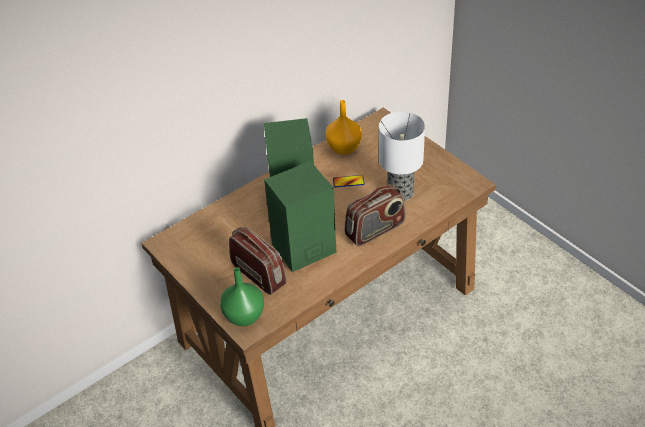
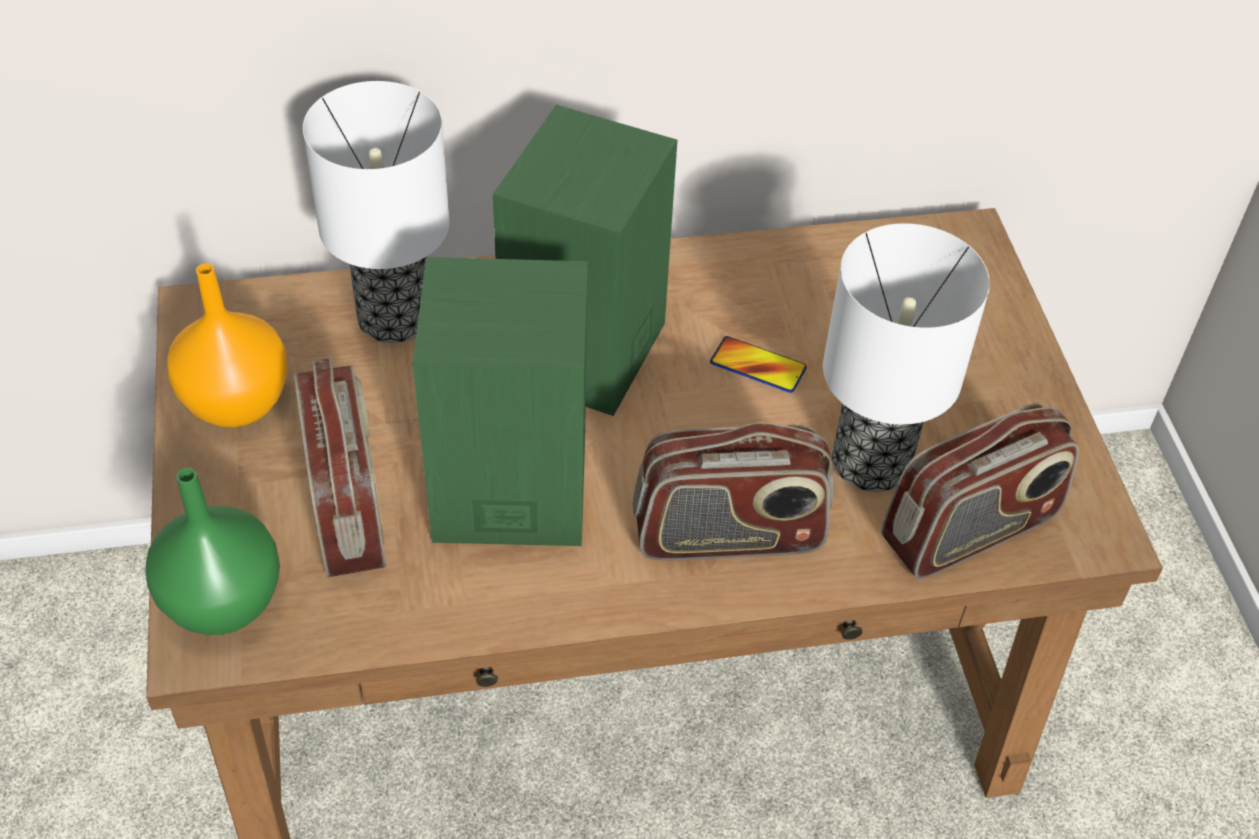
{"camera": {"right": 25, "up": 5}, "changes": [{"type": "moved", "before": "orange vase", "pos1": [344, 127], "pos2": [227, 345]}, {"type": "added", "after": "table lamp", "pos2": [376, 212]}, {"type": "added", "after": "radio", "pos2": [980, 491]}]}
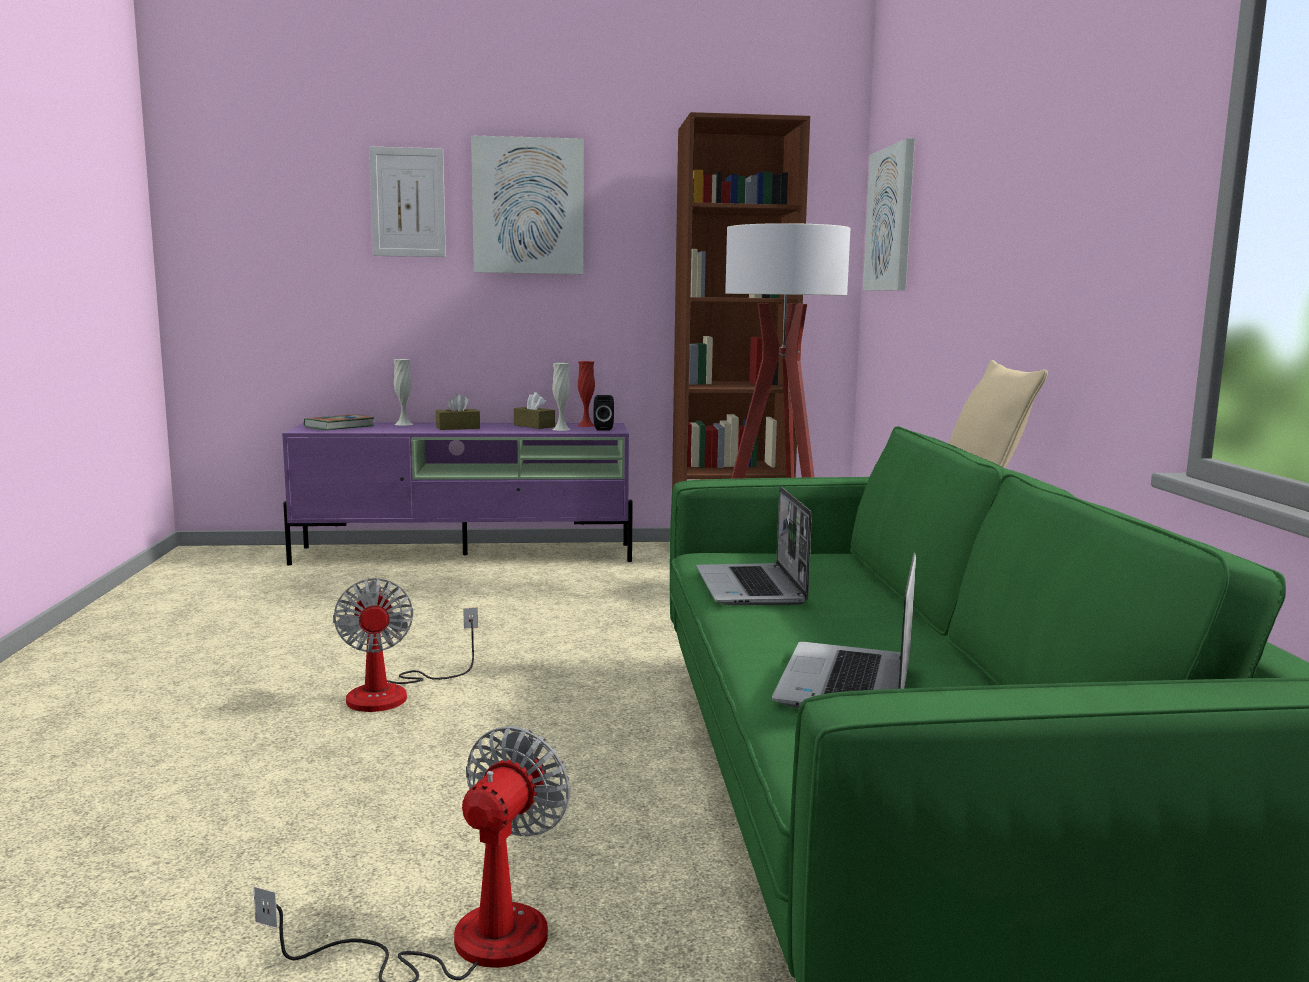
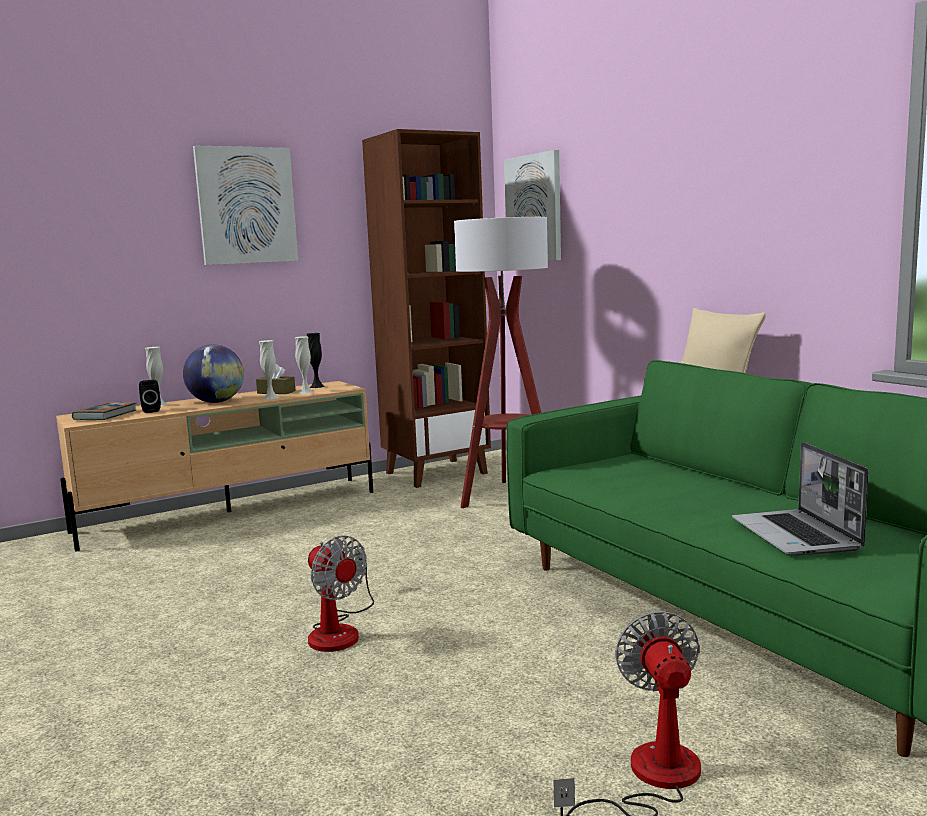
{"camera": {"right": -25, "up": 0}, "changes": [{"type": "removed", "before": "picture", "pos1": [407, 201]}, {"type": "recoloured", "before": "red vase", "after": "black vase", "pos1": [586, 394], "pos2": [316, 360]}, {"type": "replaced", "before": "brown tissue box", "after": "globe", "pos1": [458, 412], "pos2": [213, 374]}, {"type": "moved", "before": "black speaker", "pos1": [604, 413], "pos2": [150, 396]}, {"type": "recoloured", "before": "purple tv stand", "after": "beige tv stand", "pos1": [457, 493], "pos2": [214, 466]}, {"type": "removed", "before": "laptop", "pos1": [754, 545]}, {"type": "added", "after": "white vase", "pos2": [269, 369]}]}
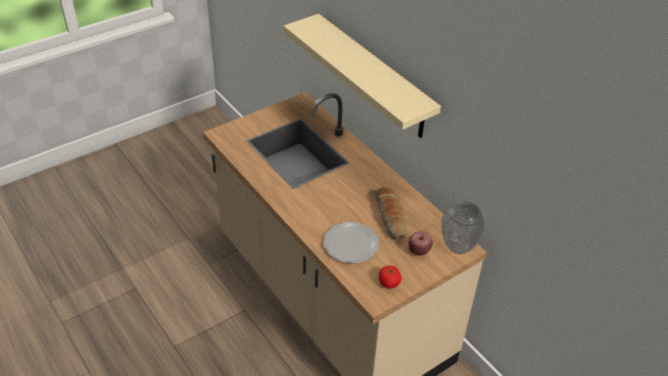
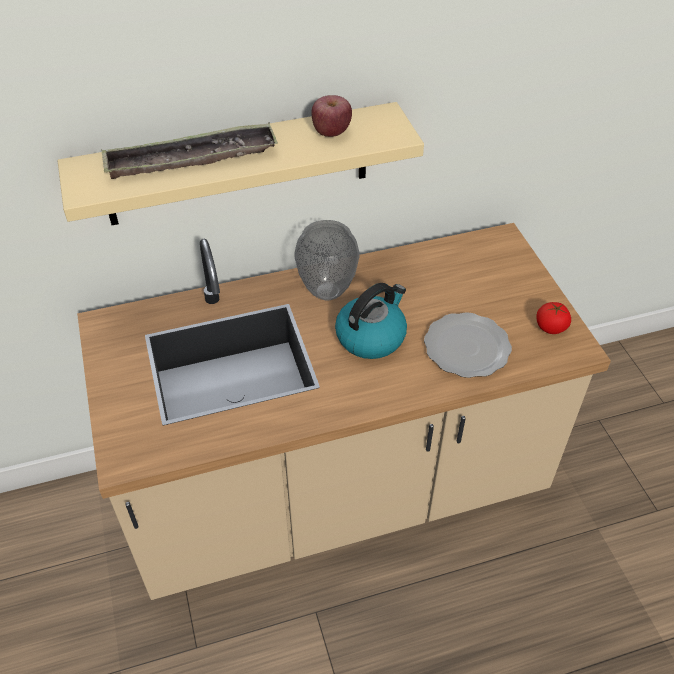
{"camera": {"right": -70, "up": 5}, "changes": [{"type": "removed", "before": "bread", "pos1": [391, 213]}, {"type": "moved", "before": "vase", "pos1": [463, 227], "pos2": [327, 260]}, {"type": "moved", "before": "apple", "pos1": [421, 243], "pos2": [331, 116]}, {"type": "added", "after": "tray", "pos2": [189, 150]}, {"type": "added", "after": "kettle", "pos2": [371, 321]}]}
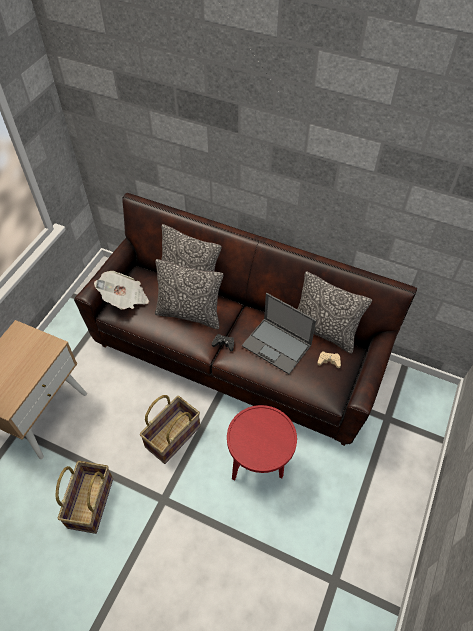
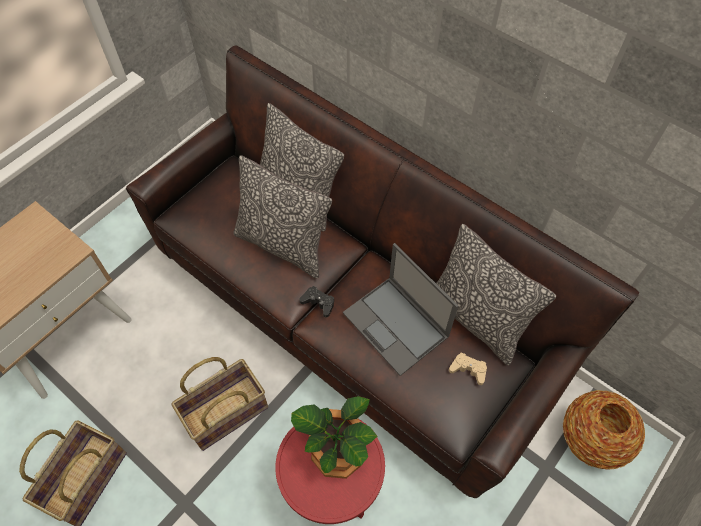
{"camera": {"right": 15, "up": 5}, "changes": [{"type": "removed", "before": "newspaper", "pos1": [121, 290]}, {"type": "added", "after": "vase", "pos2": [604, 430]}, {"type": "added", "after": "potted plant", "pos2": [334, 437]}]}
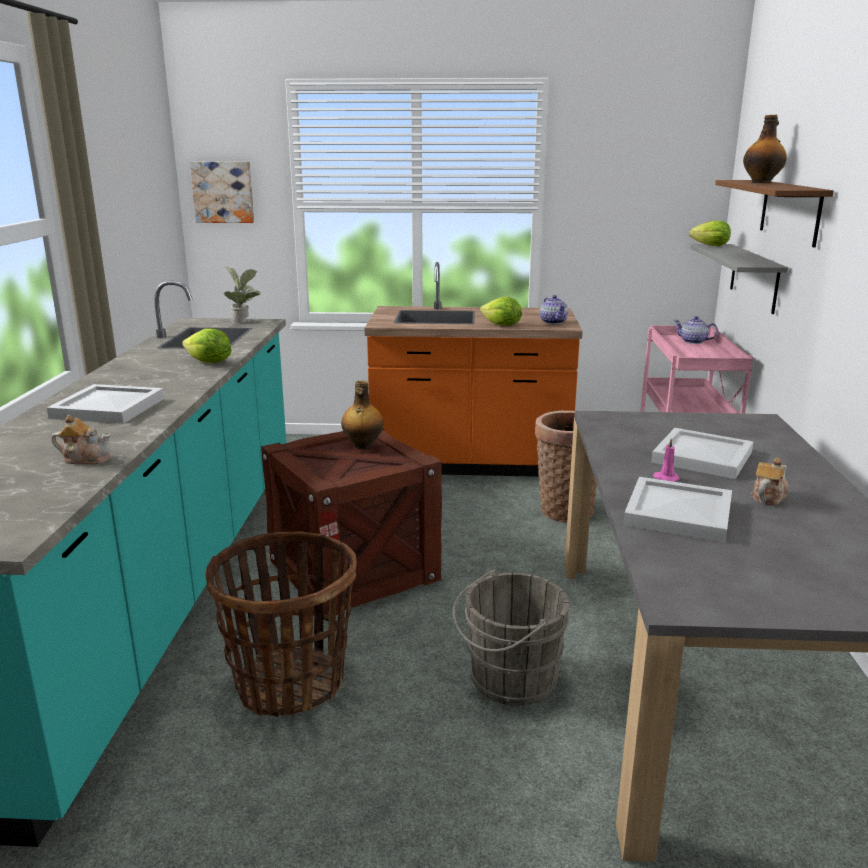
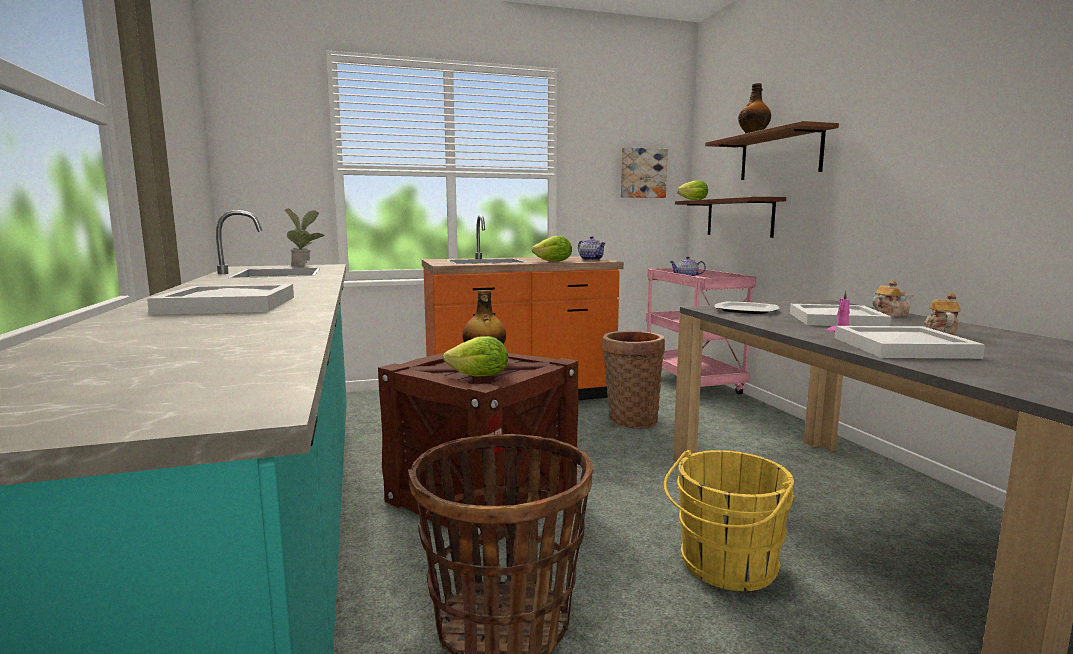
{"camera": {"right": -20, "up": -10}, "changes": [{"type": "moved", "before": "picture", "pos1": [222, 192], "pos2": [644, 172]}, {"type": "recoloured", "before": "grey shelf", "after": "brown shelf", "pos1": [739, 279], "pos2": [730, 217]}, {"type": "moved", "before": "lettuce", "pos1": [206, 345], "pos2": [475, 356]}, {"type": "moved", "before": "teapot", "pos1": [81, 439], "pos2": [892, 298]}, {"type": "recoloured", "before": "grey bucket", "after": "yellow bucket", "pos1": [511, 638], "pos2": [729, 520]}, {"type": "added", "after": "plate", "pos2": [747, 308]}]}
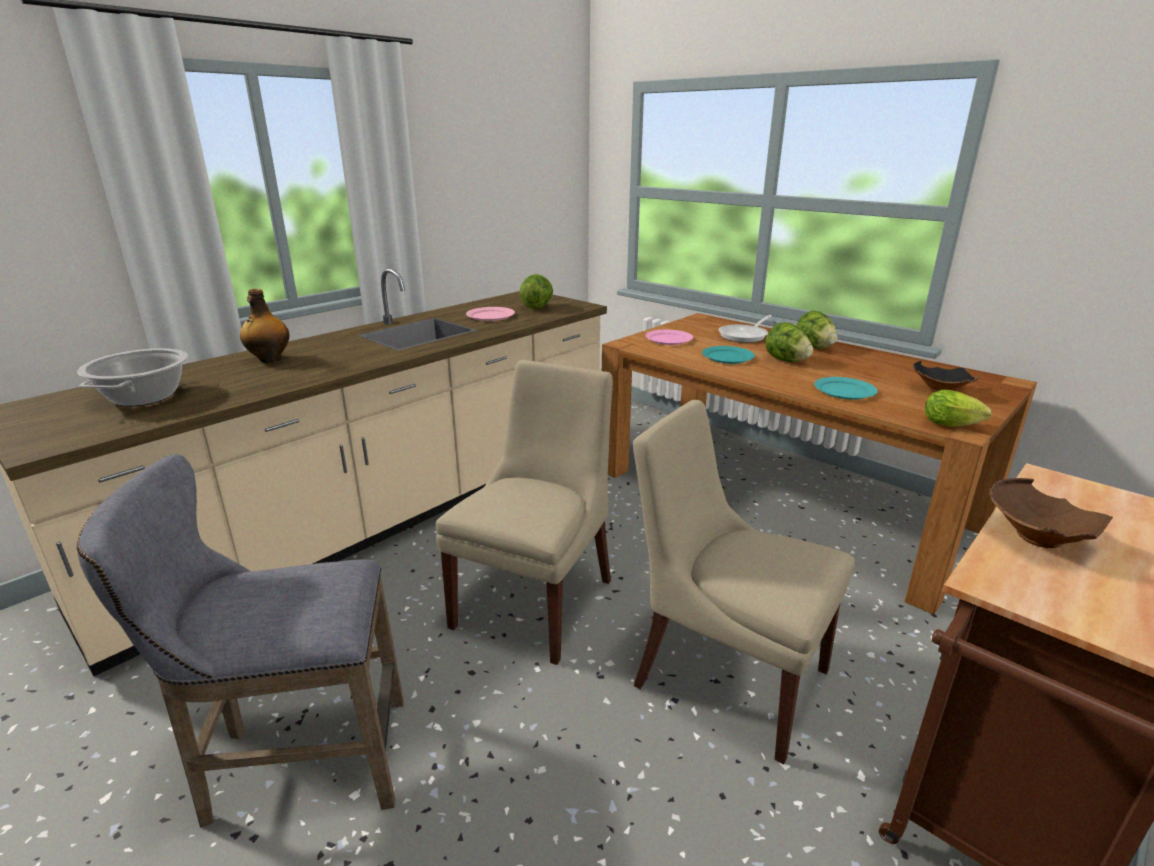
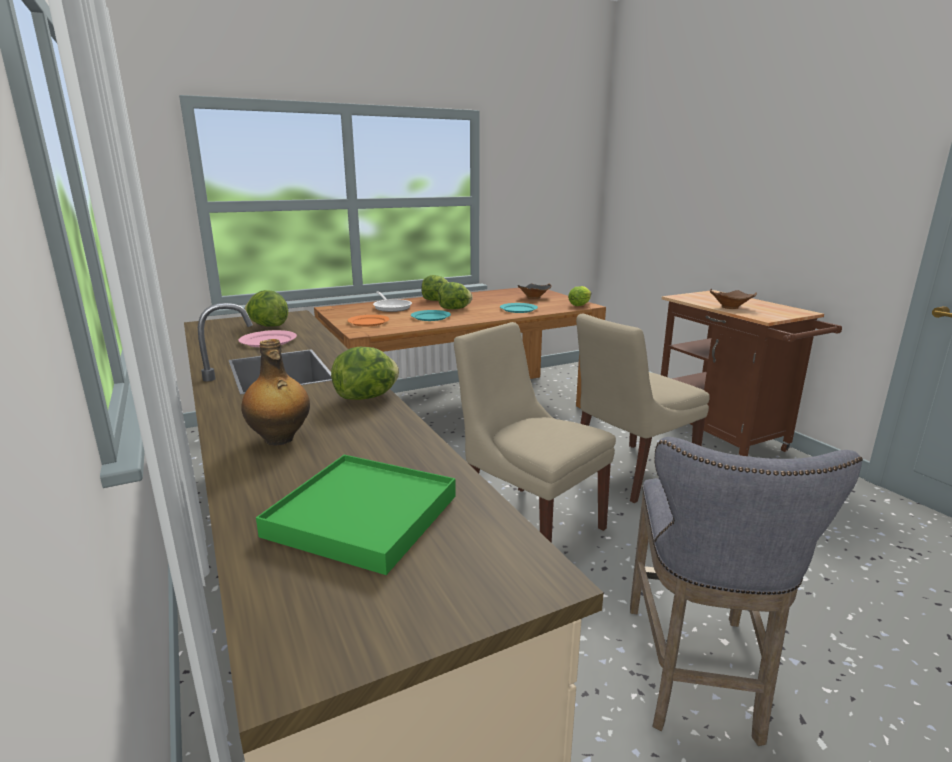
{"camera": {"right": -70, "up": -5}, "changes": [{"type": "recoloured", "before": "pink plate", "after": "orange plate", "pos1": [669, 337], "pos2": [368, 320]}, {"type": "replaced", "before": "cooking pot", "after": "green tray", "pos1": [132, 377], "pos2": [356, 515]}, {"type": "added", "after": "lettuce", "pos2": [365, 373]}]}
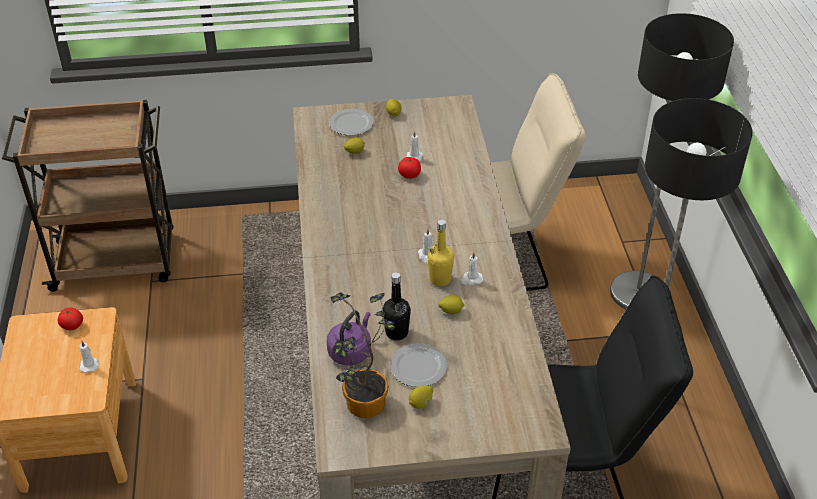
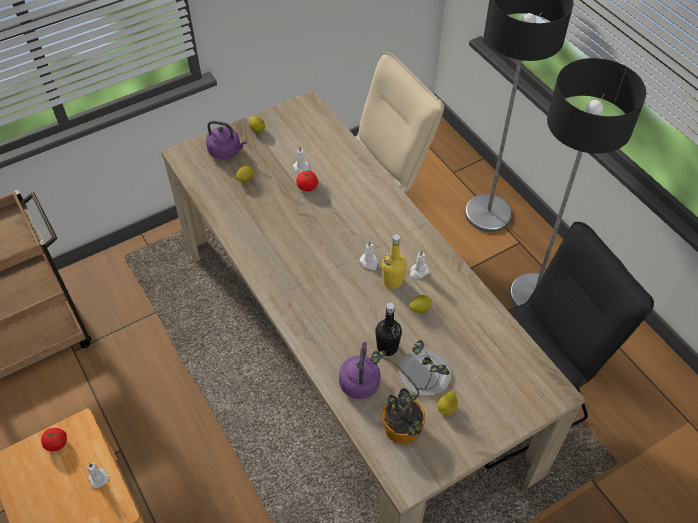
{"camera": {"right": -25, "up": 10}, "changes": [{"type": "replaced", "before": "plate", "after": "purple kettle", "pos1": [351, 122], "pos2": [226, 140]}]}
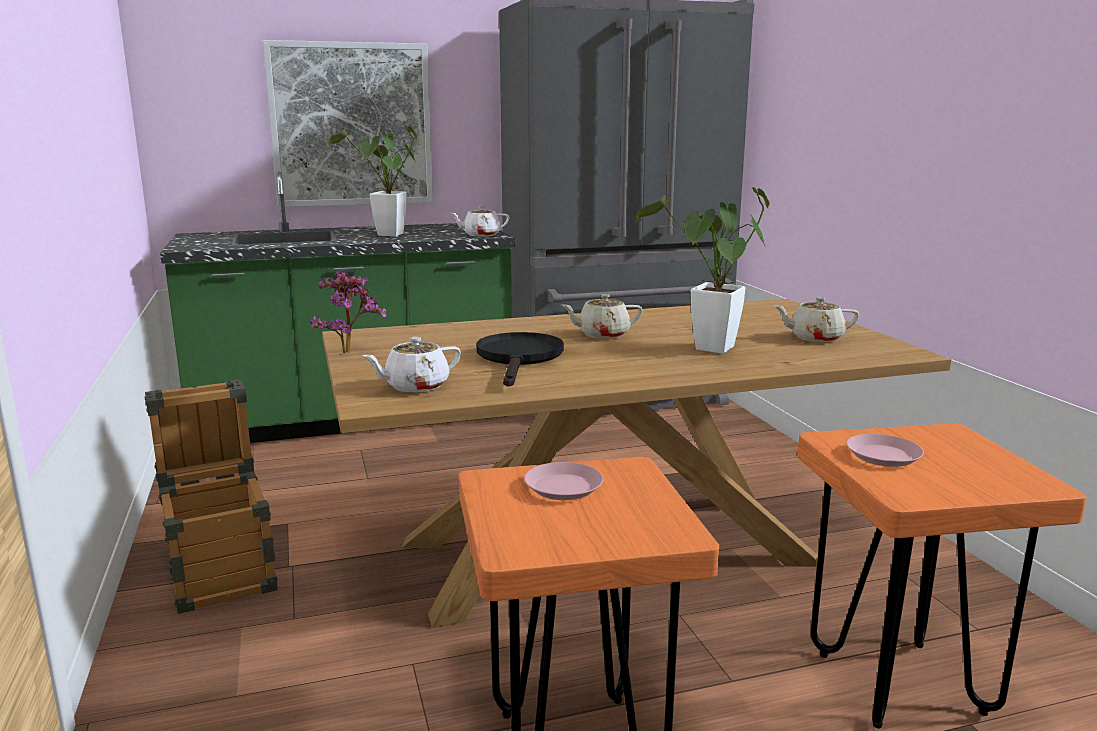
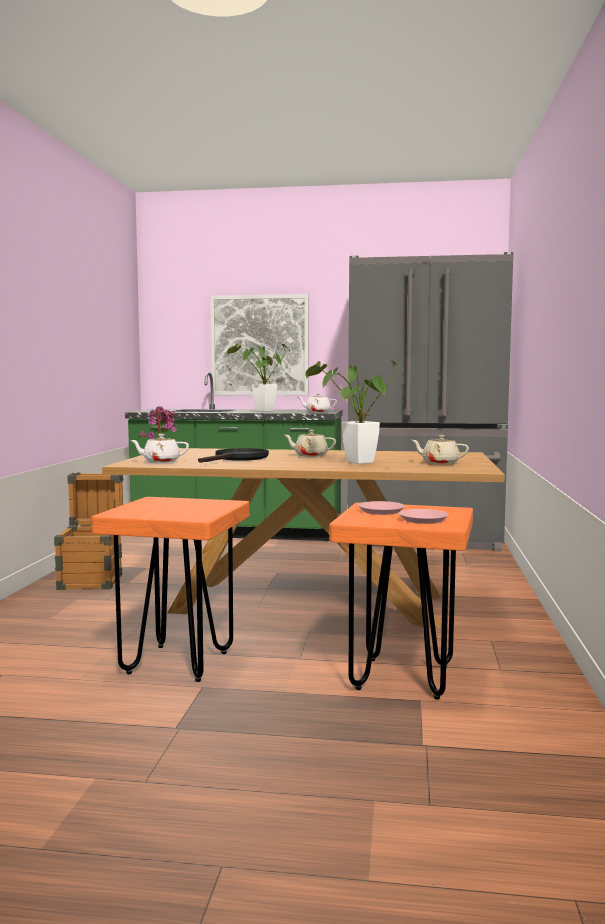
{"camera": {"right": 25, "up": -10}, "changes": [{"type": "moved", "before": "pink plate", "pos1": [563, 481], "pos2": [424, 516]}]}
